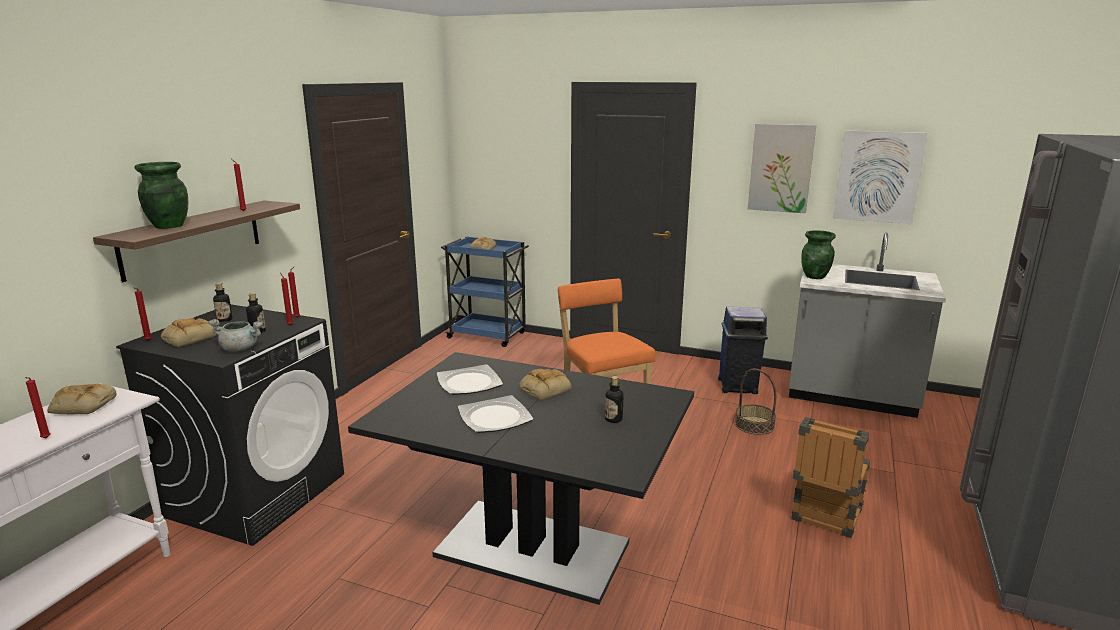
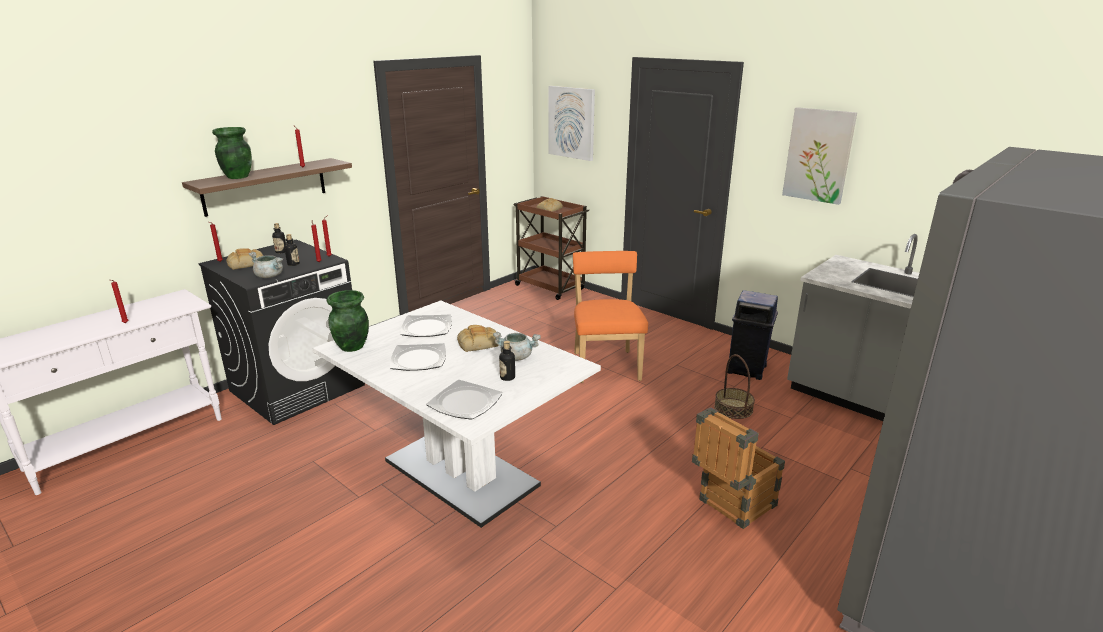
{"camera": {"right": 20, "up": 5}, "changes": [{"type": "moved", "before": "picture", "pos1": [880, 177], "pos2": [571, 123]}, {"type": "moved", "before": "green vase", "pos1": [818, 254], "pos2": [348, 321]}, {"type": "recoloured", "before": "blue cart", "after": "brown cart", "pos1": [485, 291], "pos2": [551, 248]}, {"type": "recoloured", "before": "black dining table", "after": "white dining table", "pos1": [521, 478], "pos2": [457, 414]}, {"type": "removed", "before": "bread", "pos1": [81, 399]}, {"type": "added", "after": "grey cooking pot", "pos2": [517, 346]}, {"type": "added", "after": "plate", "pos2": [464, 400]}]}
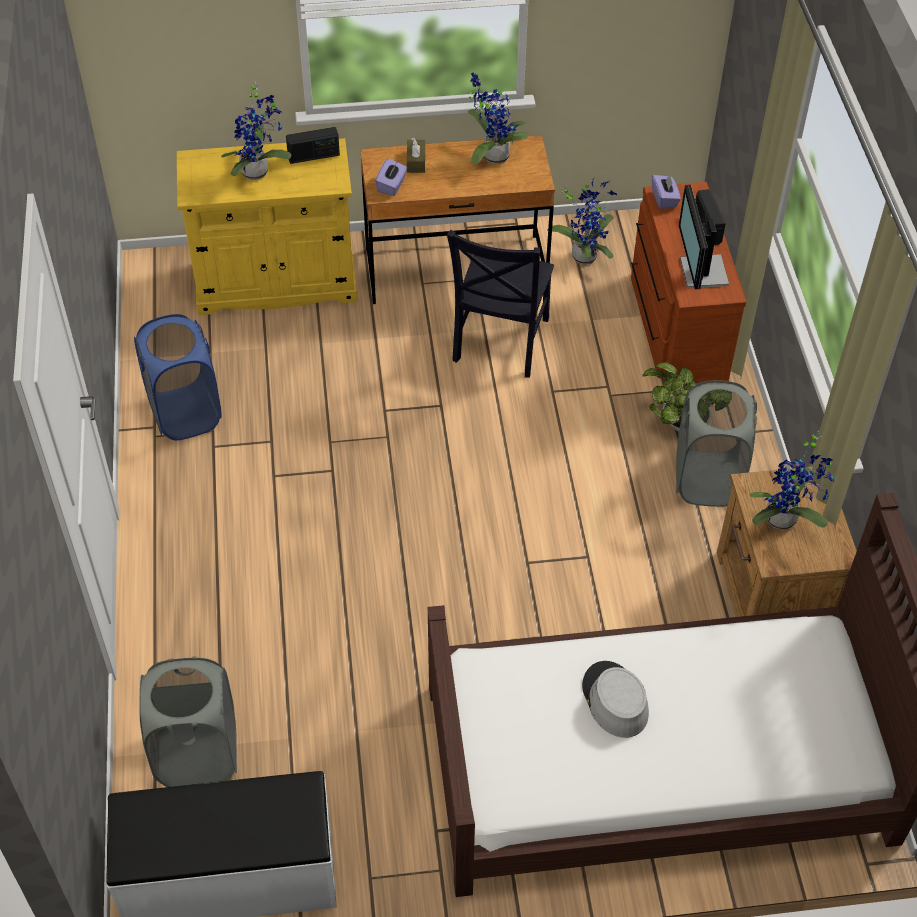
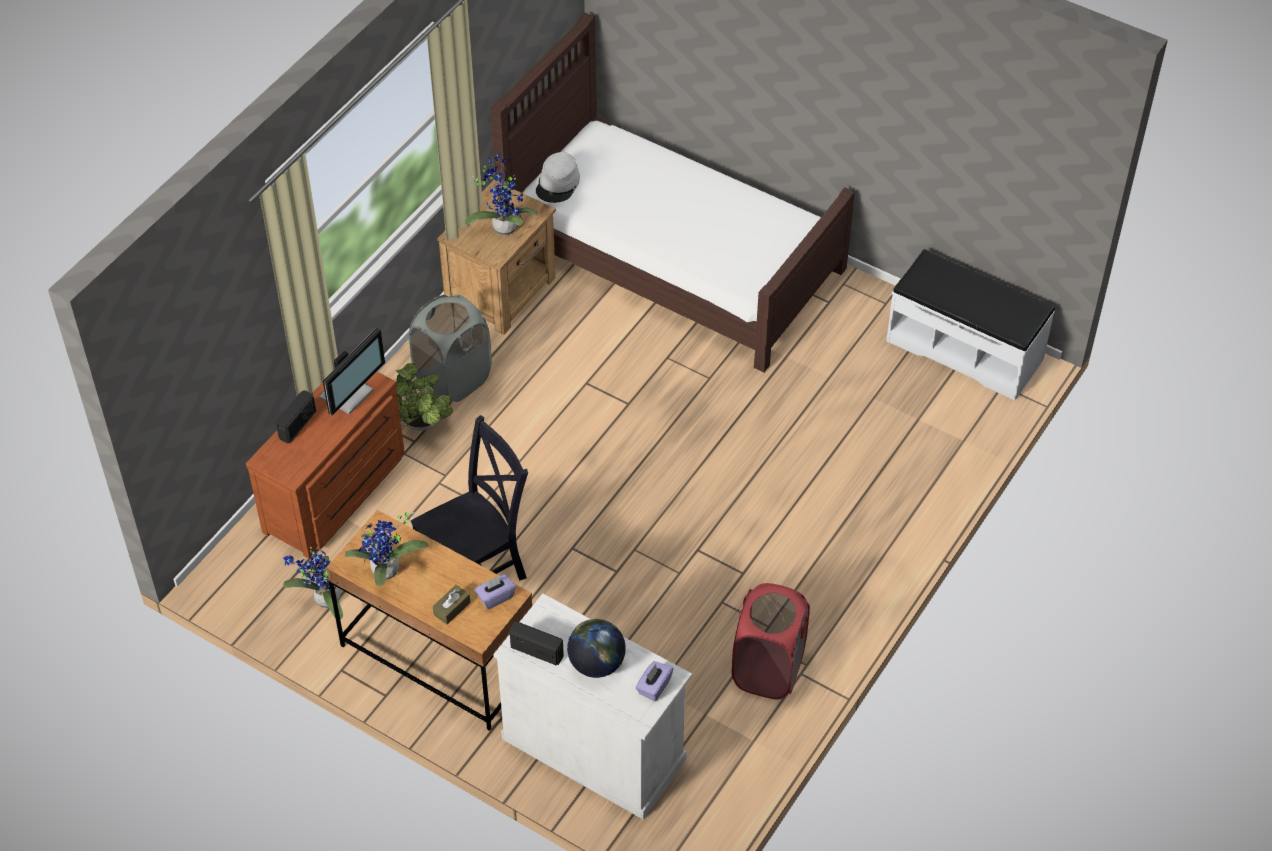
{"camera": {"right": -140, "up": 0}, "changes": [{"type": "replaced", "before": "potted plant", "after": "globe", "pos1": [256, 130], "pos2": [596, 648]}, {"type": "recoloured", "before": "yellow cabinet", "after": "white cabinet", "pos1": [266, 226], "pos2": [592, 706]}, {"type": "moved", "before": "purple tissue box", "pos1": [666, 191], "pos2": [654, 681]}, {"type": "recoloured", "before": "blue laundry basket", "after": "red laundry basket", "pos1": [178, 377], "pos2": [771, 641]}, {"type": "removed", "before": "grey laundry basket", "pos1": [188, 721]}, {"type": "moved", "before": "grey hat", "pos1": [615, 699], "pos2": [558, 177]}]}
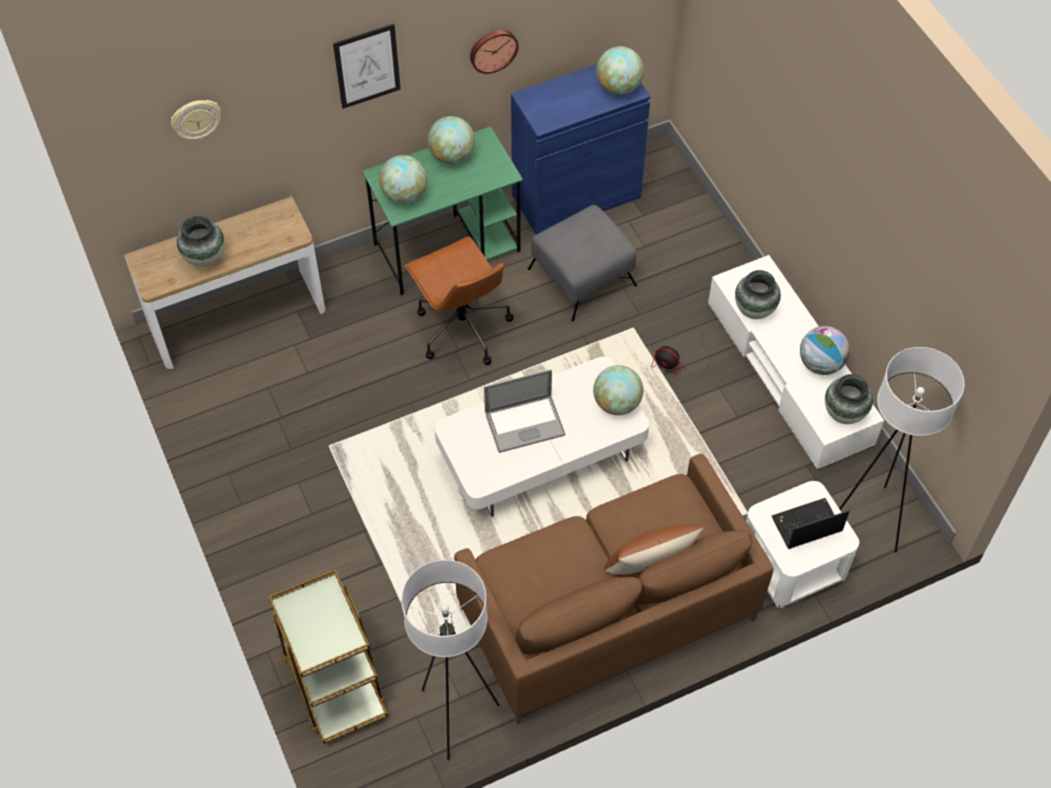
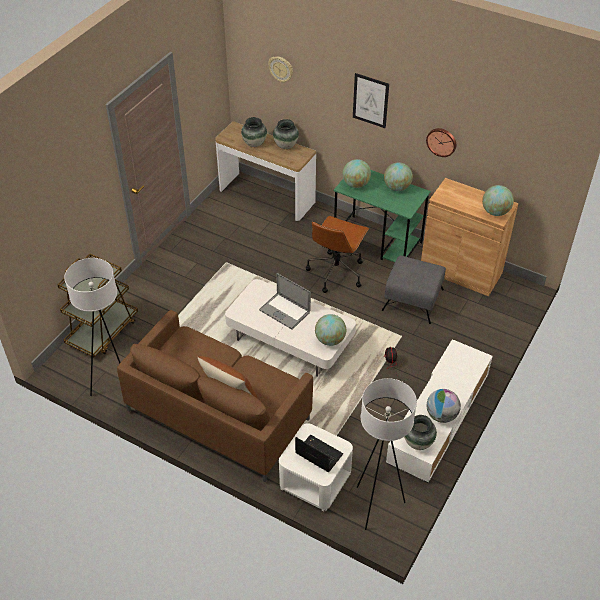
{"camera": {"right": 55, "up": -10}, "changes": [{"type": "recoloured", "before": "blue cabinet", "after": "brown cabinet", "pos1": [581, 149], "pos2": [470, 237]}, {"type": "moved", "before": "vase", "pos1": [758, 294], "pos2": [286, 134]}]}
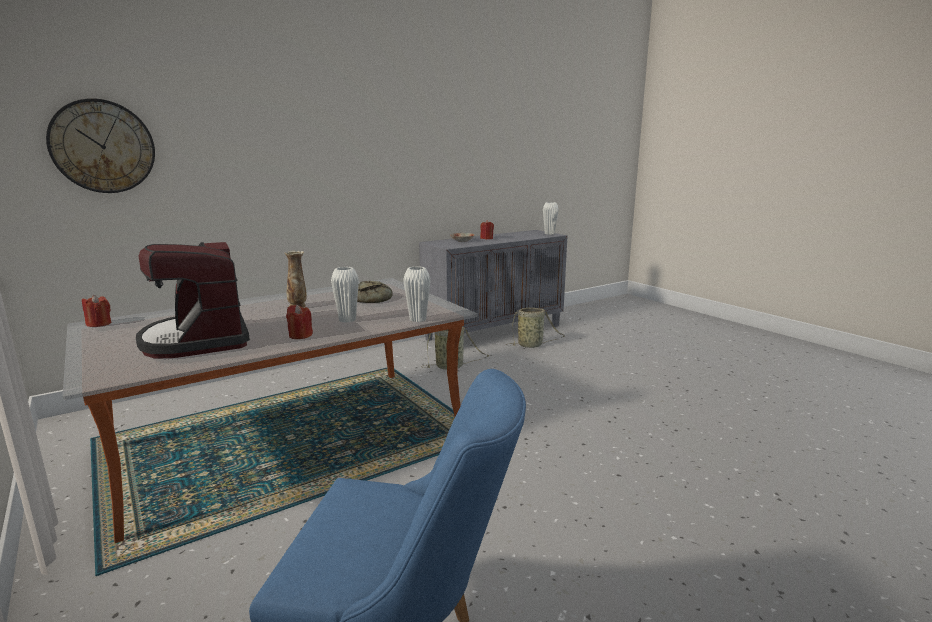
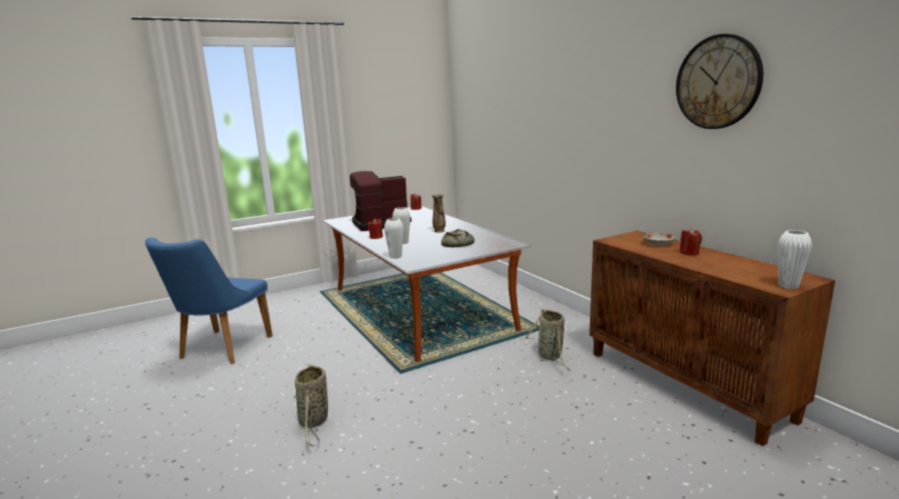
{"camera": {"right": 95, "up": 0}, "changes": [{"type": "moved", "before": "wall clock", "pos1": [100, 145], "pos2": [719, 81]}, {"type": "recoloured", "before": "grey cabinet", "after": "brown cabinet", "pos1": [493, 285], "pos2": [712, 338]}, {"type": "moved", "before": "basket", "pos1": [537, 328], "pos2": [311, 405]}]}
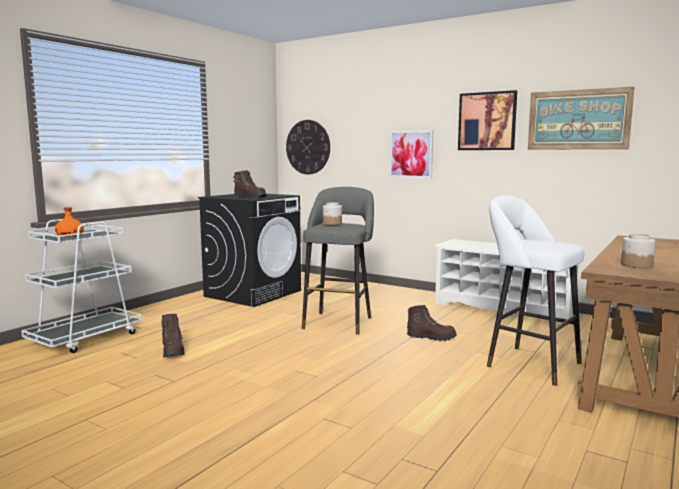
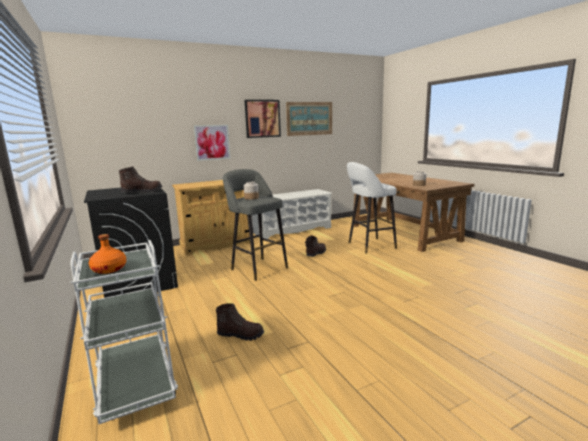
{"camera": {"right": -60, "up": 5}, "changes": [{"type": "removed", "before": "wall clock", "pos1": [308, 147]}, {"type": "added", "after": "beige cabinet", "pos2": [211, 217]}]}
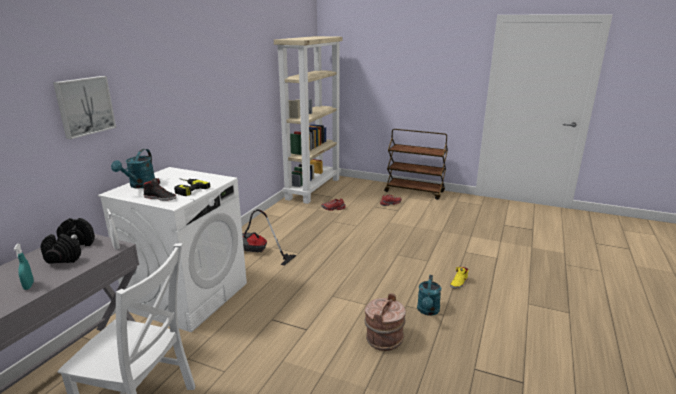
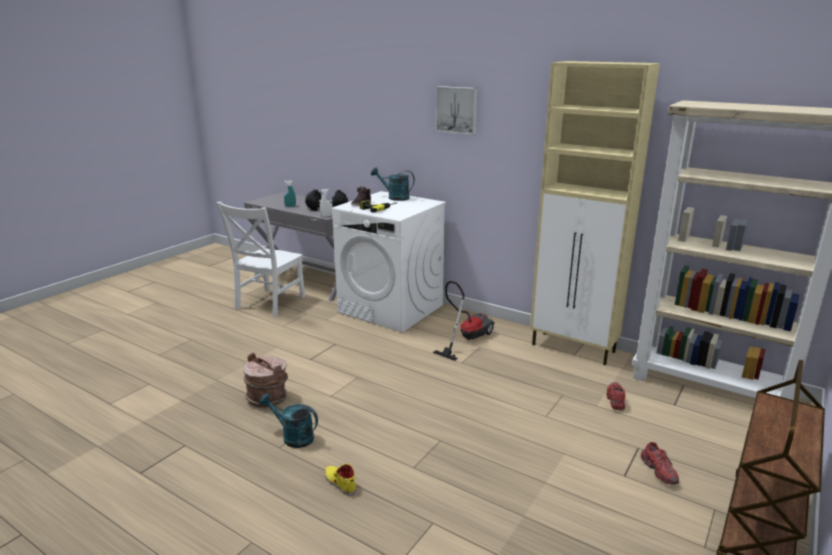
{"camera": {"right": 100, "up": 0}, "changes": [{"type": "moved", "before": "picture", "pos1": [84, 107], "pos2": [456, 110]}, {"type": "added", "after": "beige cabinet", "pos2": [595, 213]}]}
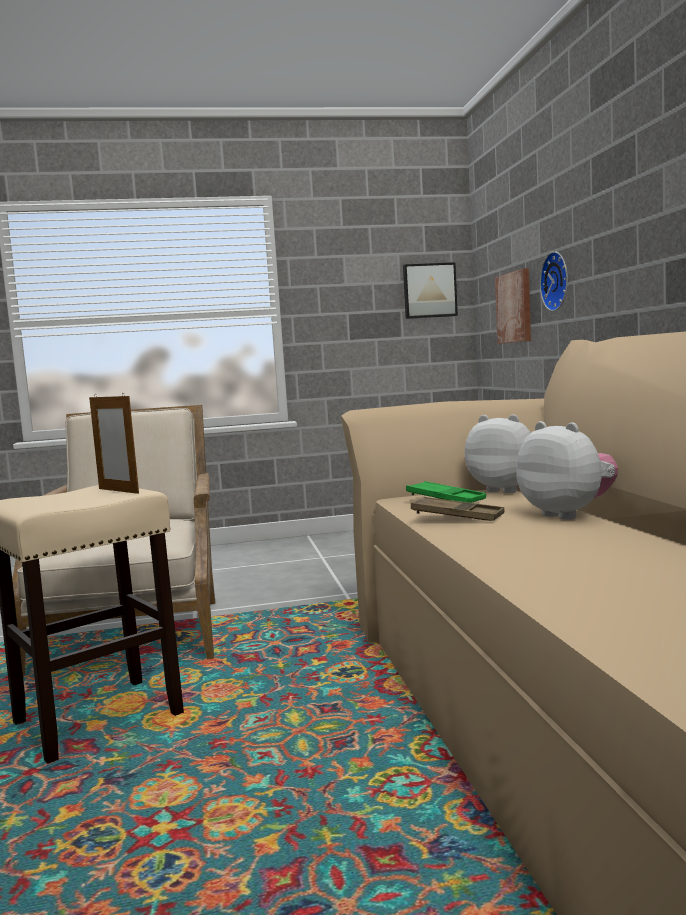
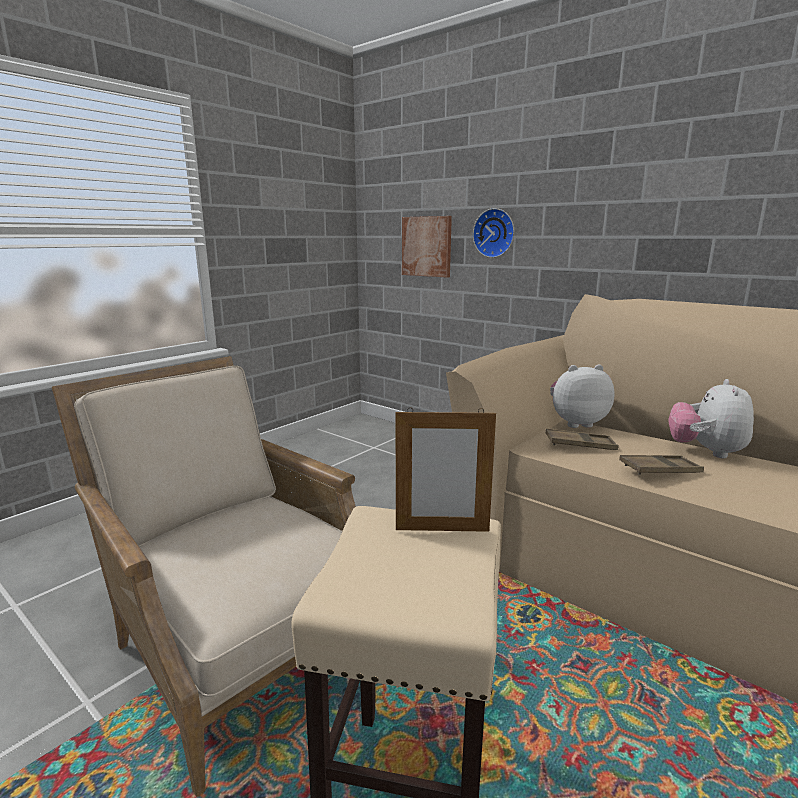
{"camera": {"right": -40, "up": 10}, "changes": [{"type": "removed", "before": "picture", "pos1": [430, 290]}, {"type": "turned", "before": "plush toy", "pos1": [567, 470], "pos2": [711, 418], "turn": -90}, {"type": "recoloured", "before": "green tray", "after": "brown tray", "pos1": [446, 492], "pos2": [582, 439]}]}
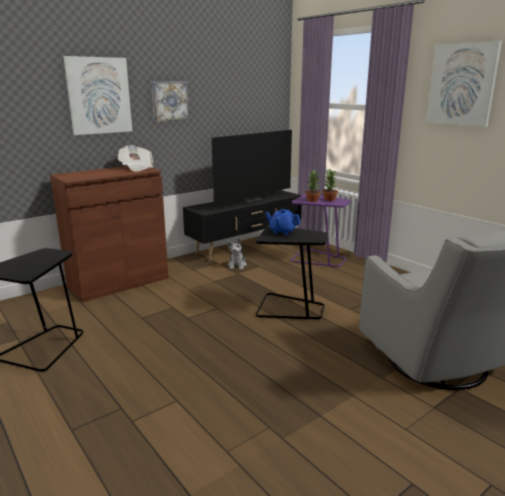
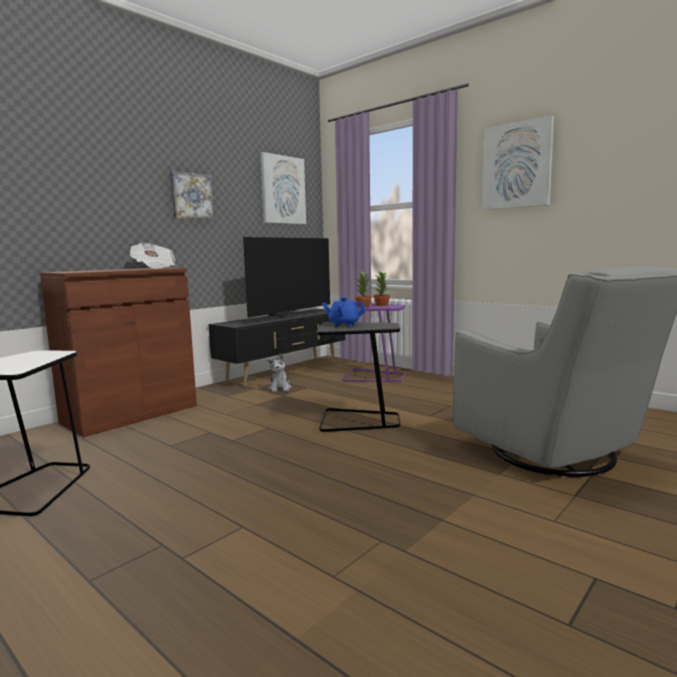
{"camera": {"right": -10, "up": -10}, "changes": [{"type": "moved", "before": "picture", "pos1": [97, 95], "pos2": [283, 188]}]}
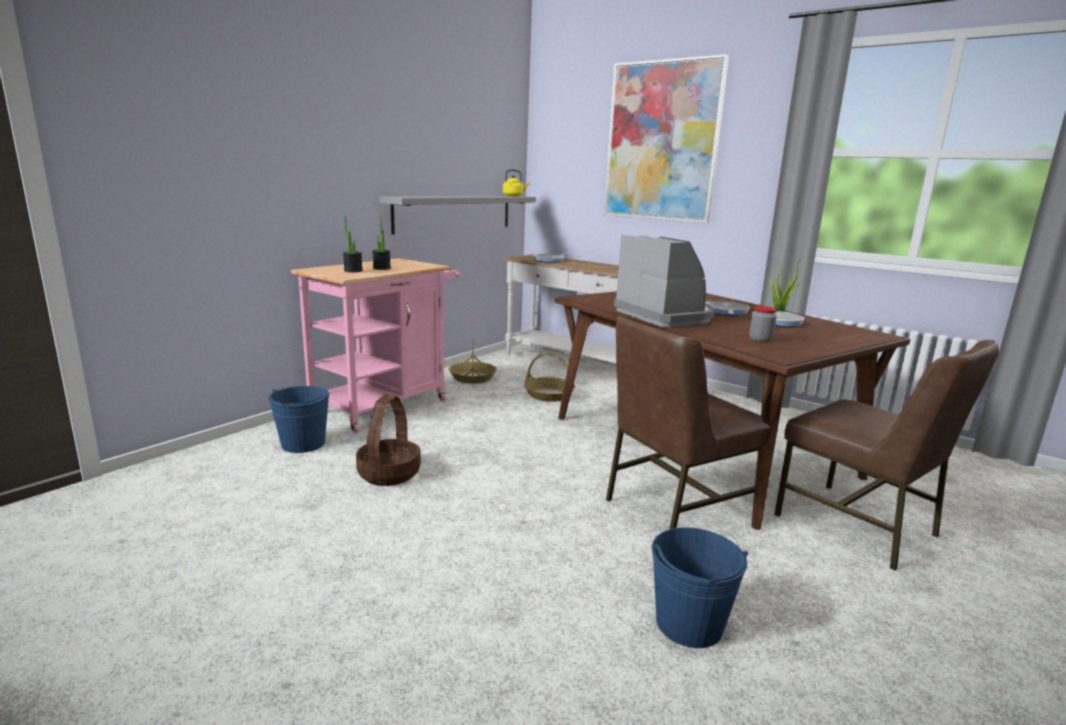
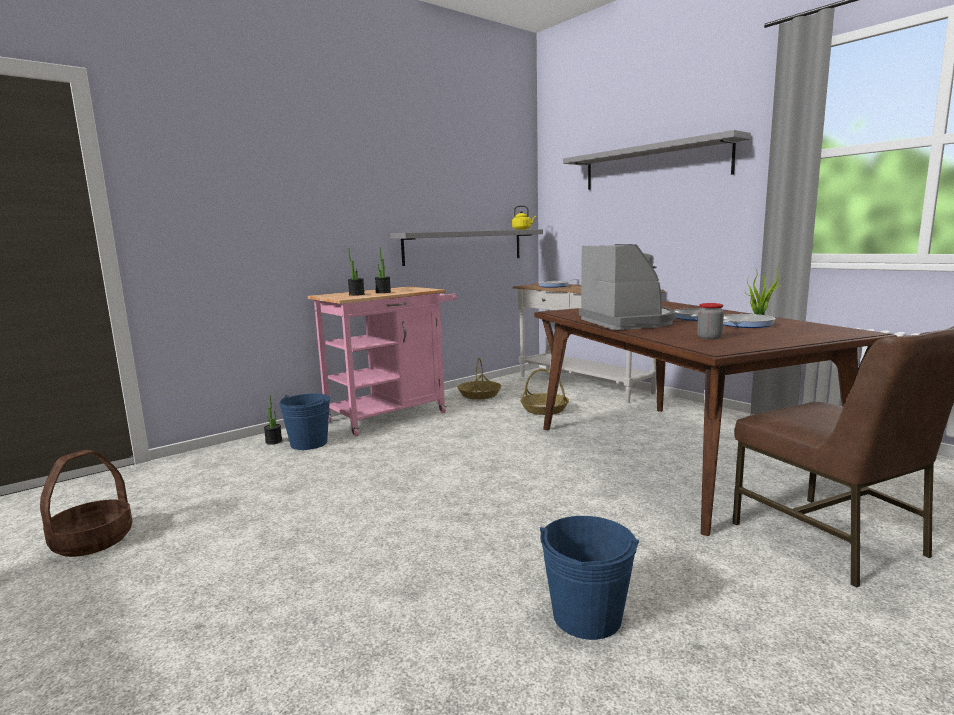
{"camera": {"right": 15, "up": -5}, "changes": [{"type": "replaced", "before": "picture", "after": "grey shelf", "pos1": [666, 138], "pos2": [657, 160]}, {"type": "removed", "before": "brown chair", "pos1": [689, 422]}, {"type": "moved", "before": "basket", "pos1": [388, 440], "pos2": [86, 503]}, {"type": "added", "after": "potted plant", "pos2": [273, 420]}]}
